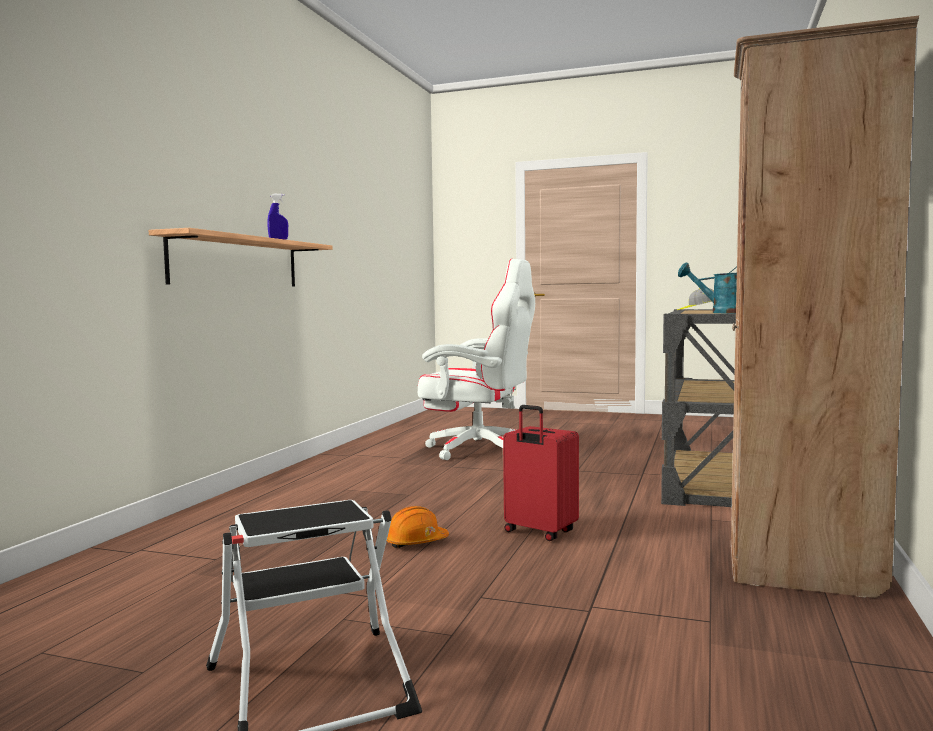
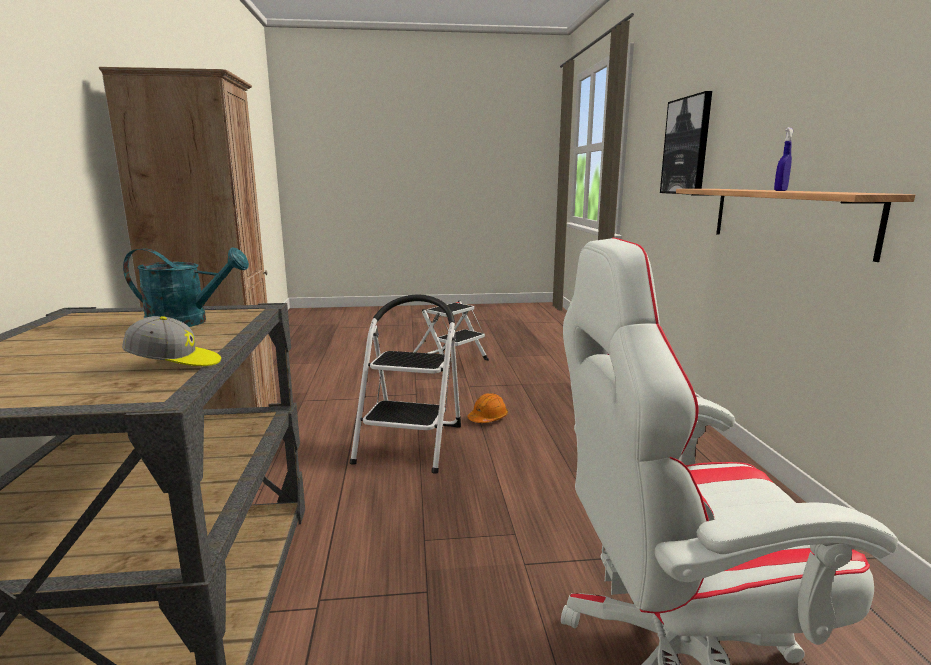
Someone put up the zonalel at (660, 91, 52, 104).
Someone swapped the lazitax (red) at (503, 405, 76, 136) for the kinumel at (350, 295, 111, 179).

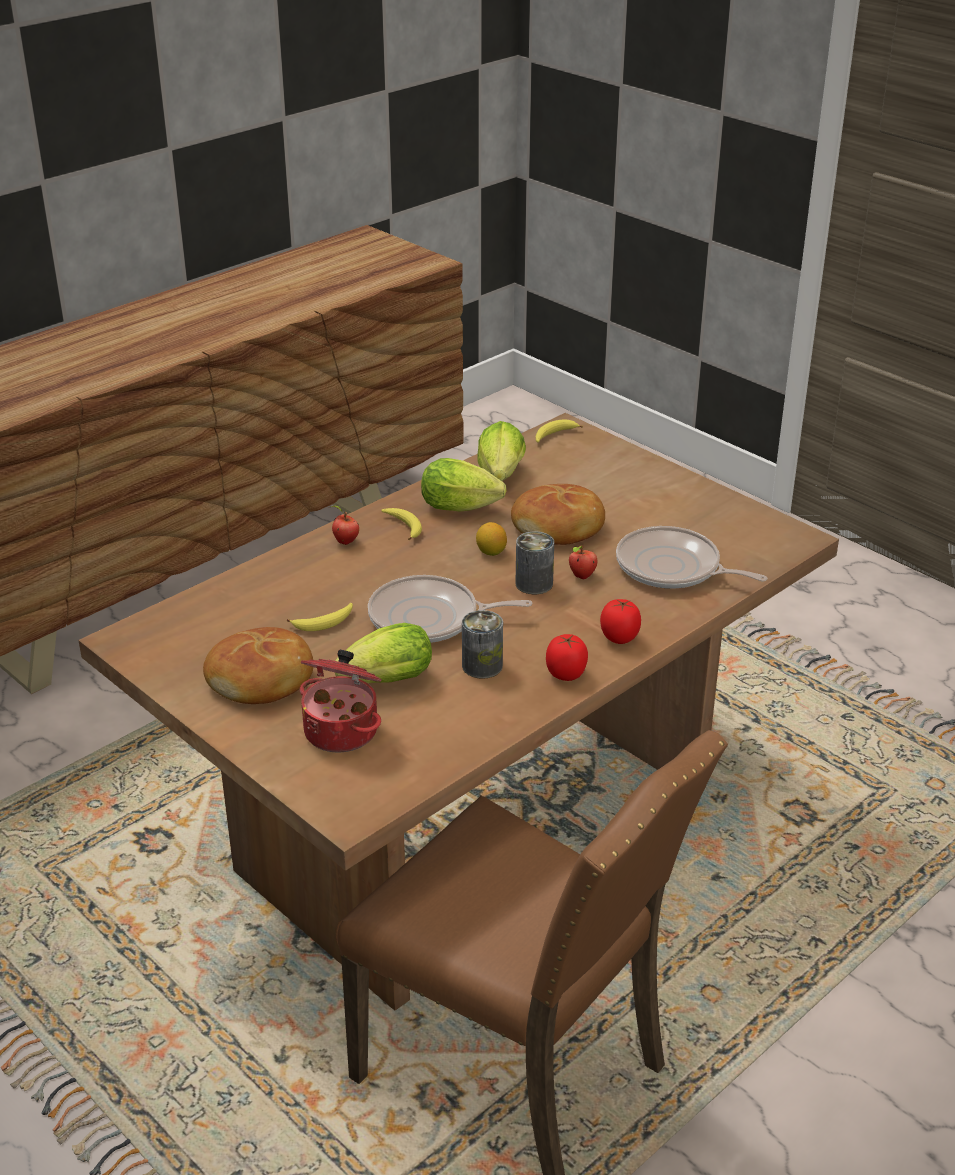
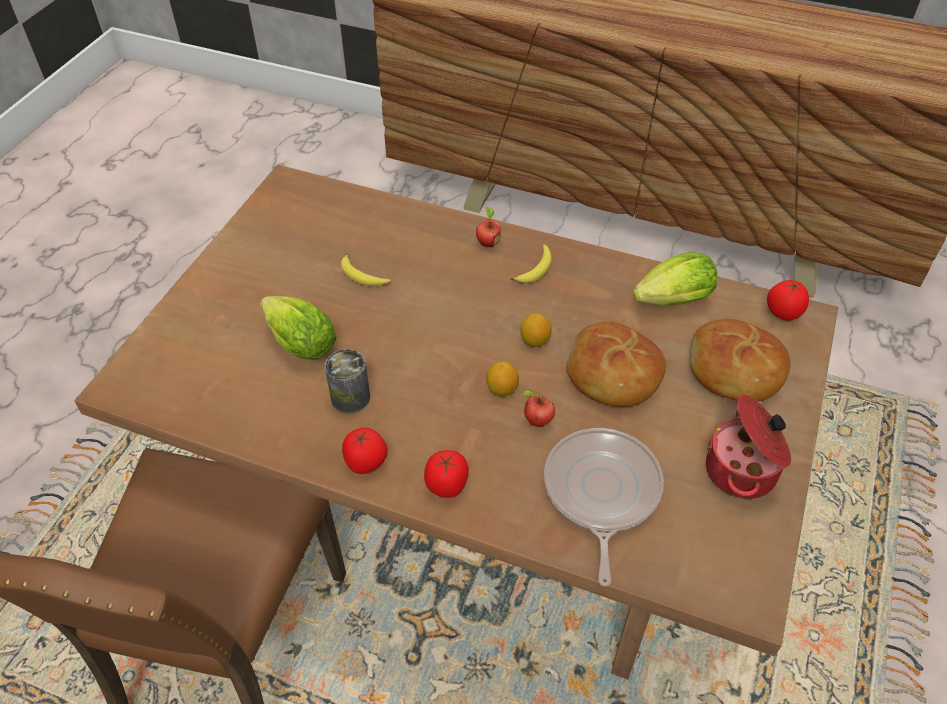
Someone took away the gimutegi at (368, 575, 165, 68).
Someone took away the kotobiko at (421, 458, 86, 54).
Someone carried the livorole from (203, 627, 110, 77) to (690, 319, 100, 82).
Someone carried the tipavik from (300, 650, 82, 102) to (706, 394, 85, 105).
Someone swapped the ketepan at (516, 531, 38, 63) for the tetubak at (486, 361, 33, 35).
Someone swapped the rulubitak at (535, 419, 48, 24) for the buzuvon at (767, 279, 42, 41).

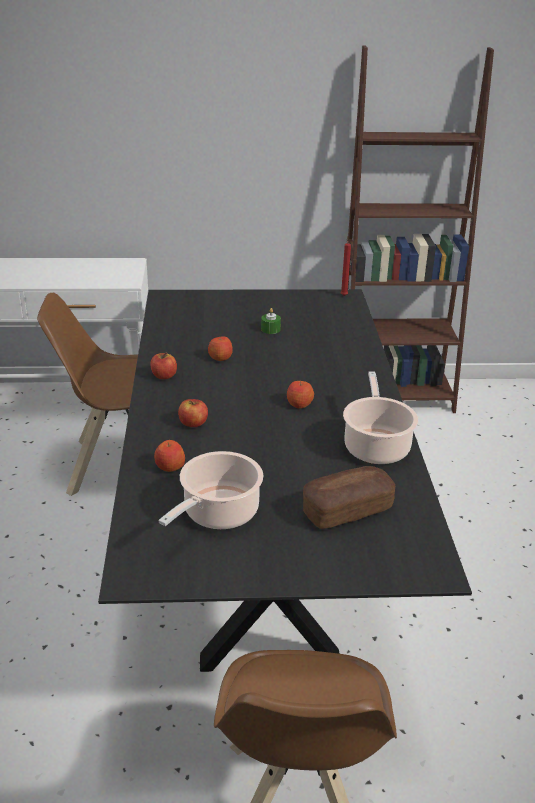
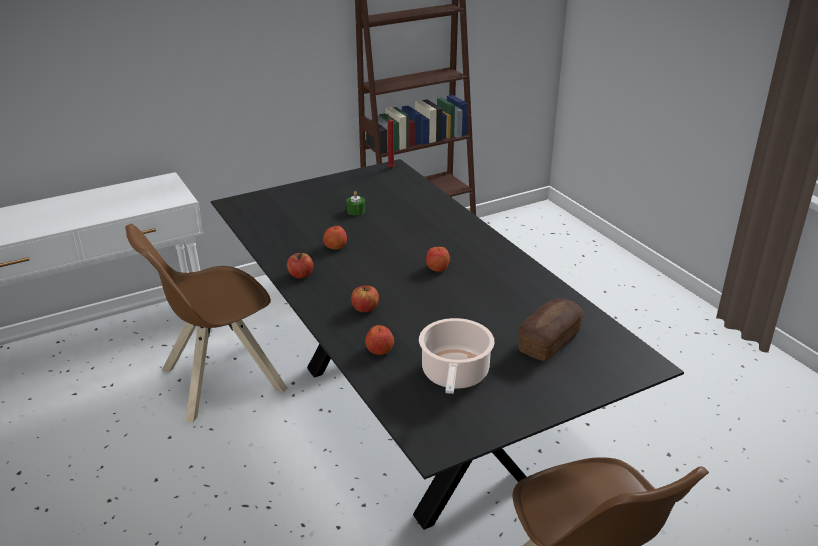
Someone took away the tipavik at (343, 372, 75, 92).

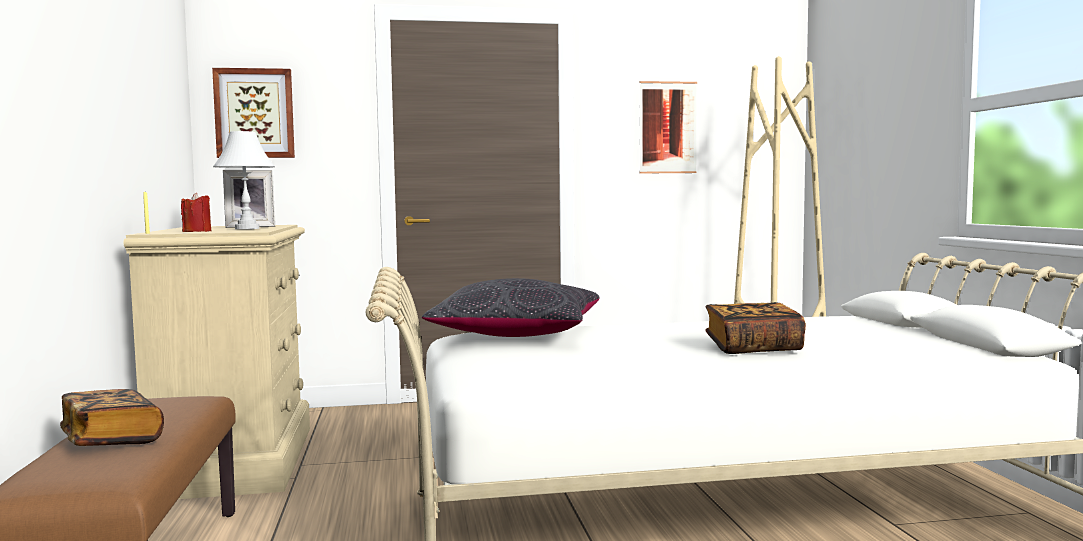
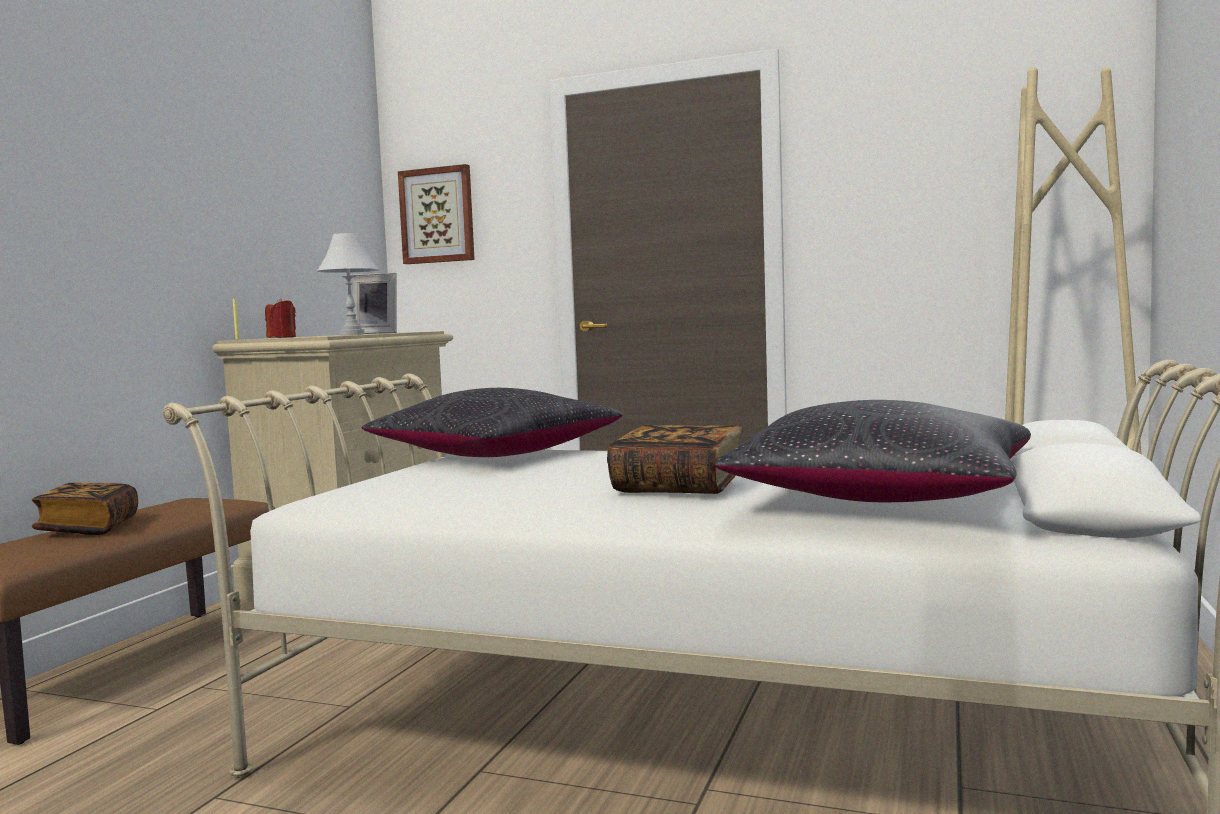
Someone took away the zonalel at (640, 81, 57, 93).
Someone put down the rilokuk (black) at (714, 400, 317, 102).

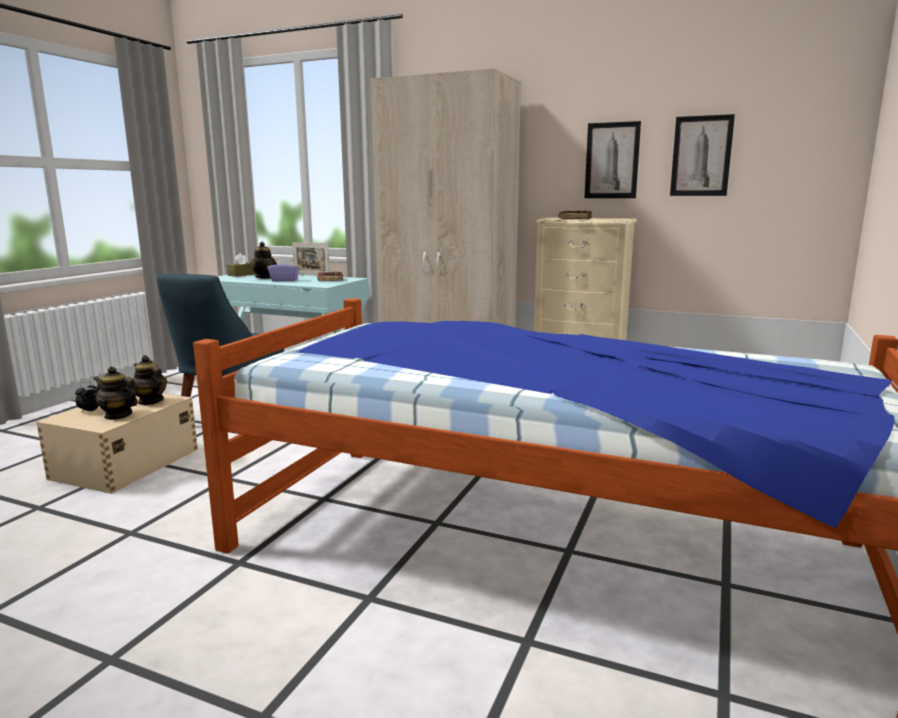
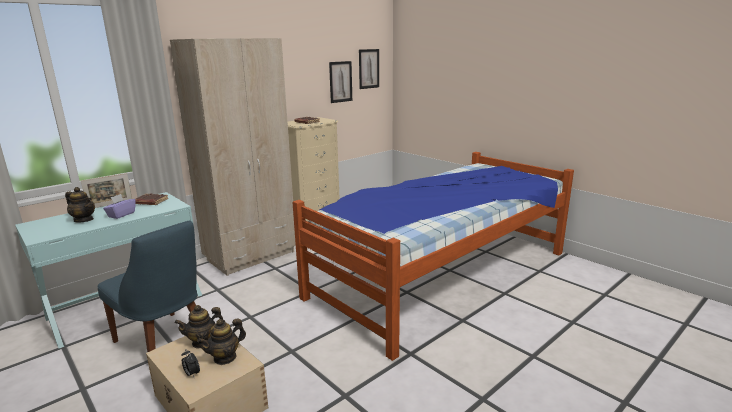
Someone took away the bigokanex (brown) at (227, 253, 30, 24).
Someone carried the zonalel from (585, 121, 56, 77) to (359, 49, 20, 40).

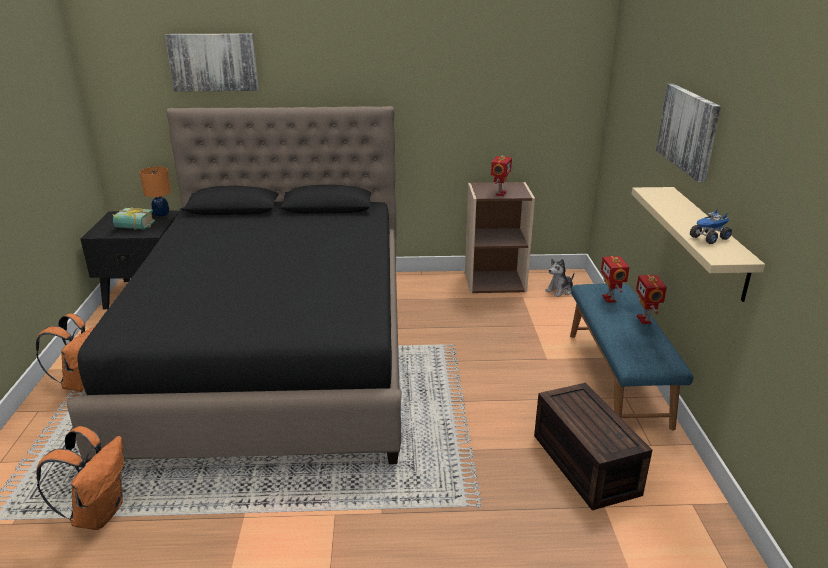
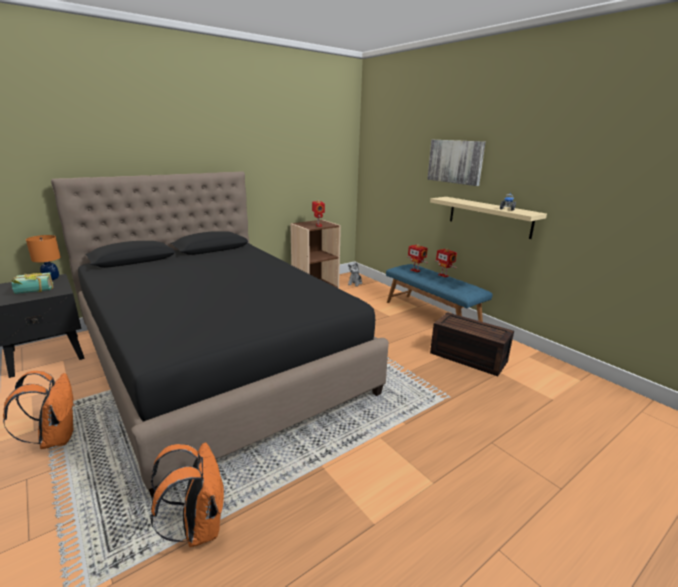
Someone took away the zonalel at (165, 33, 94, 59).

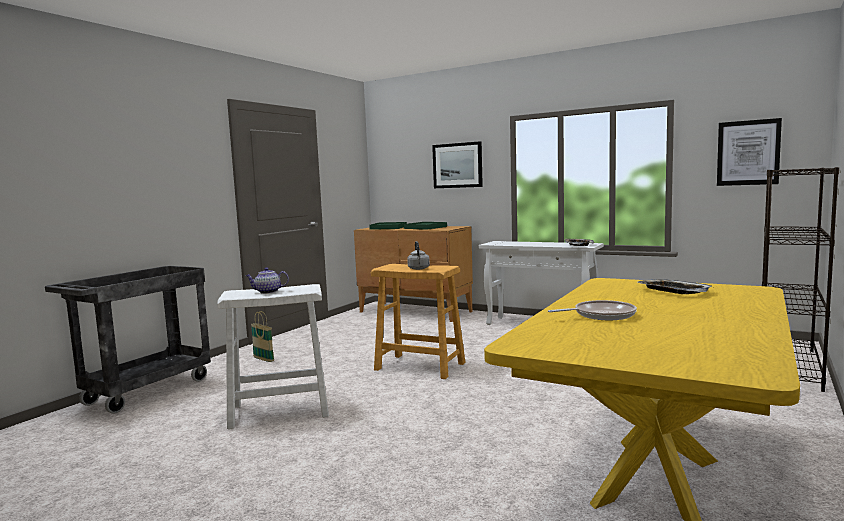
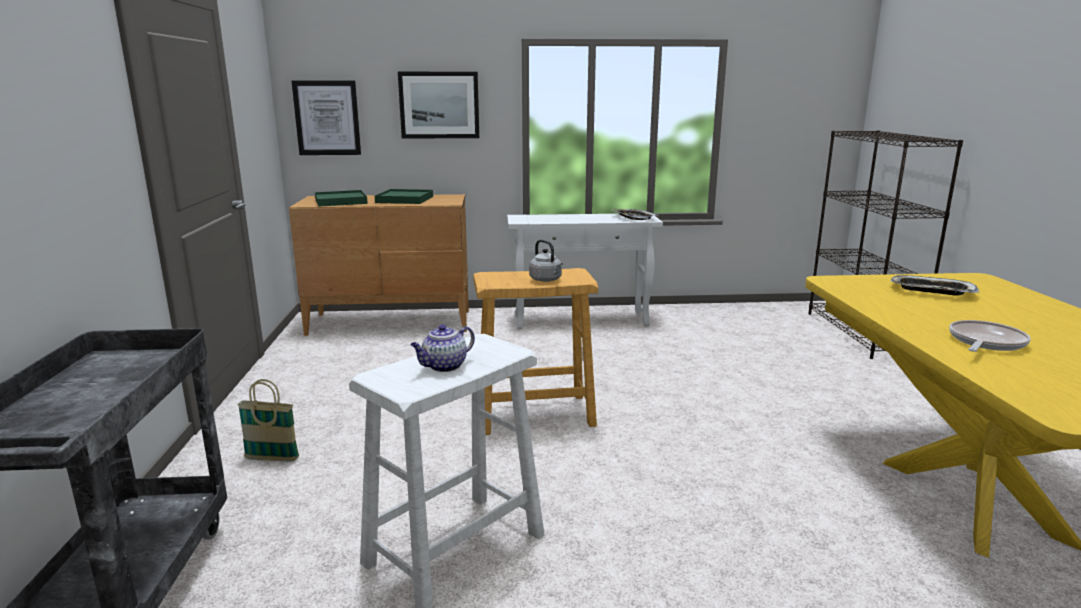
Someone carried the zonalel from (717, 118, 65, 68) to (292, 81, 69, 74).

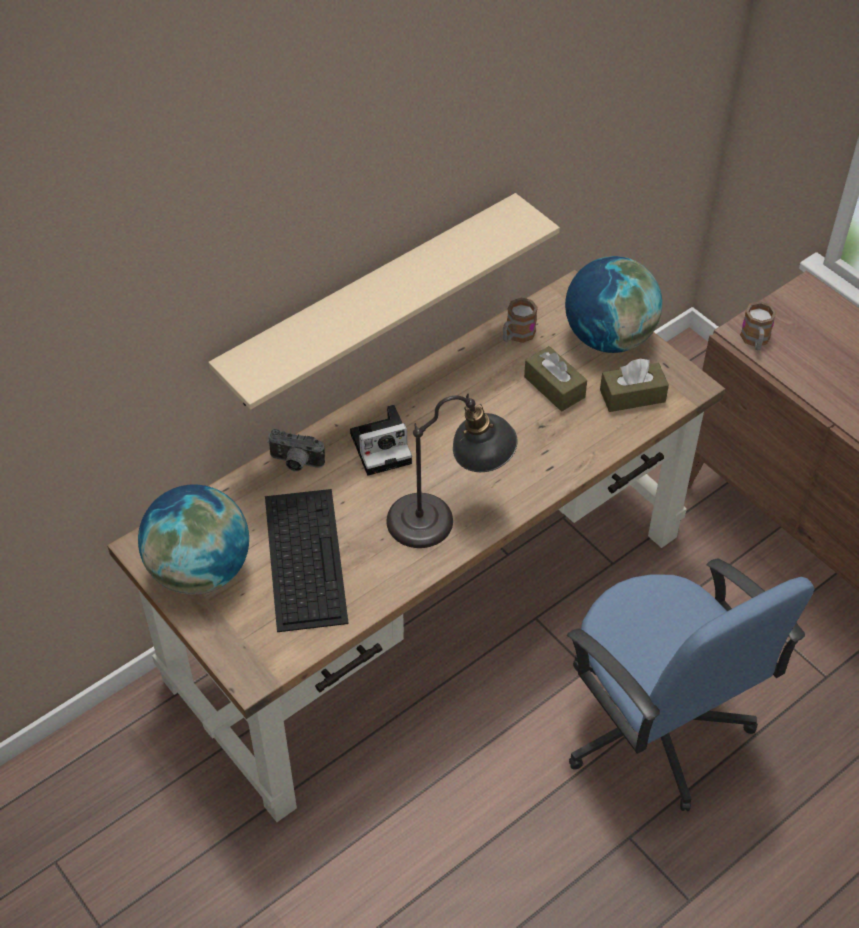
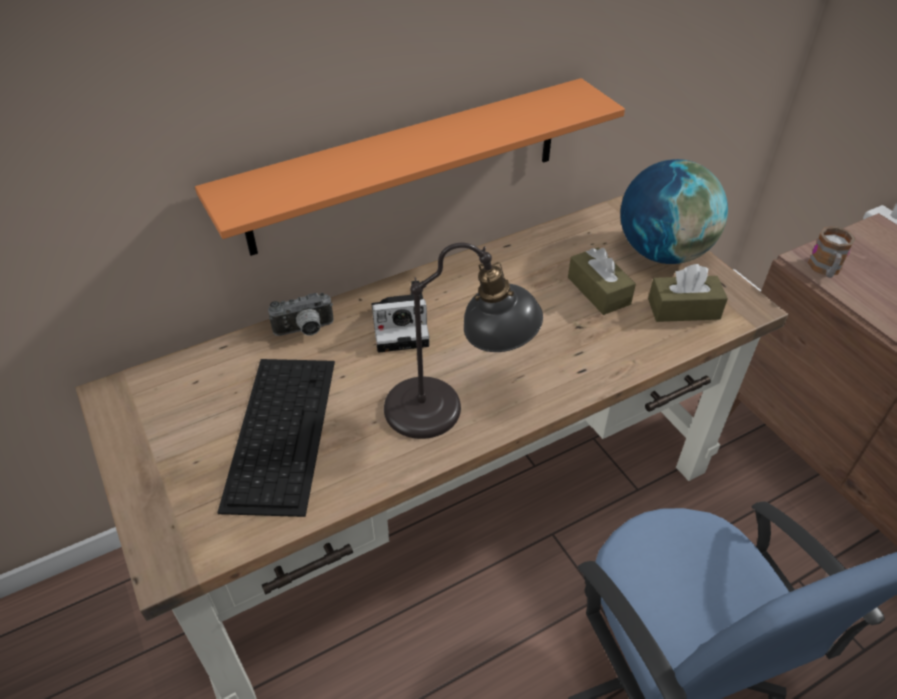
Someone took away the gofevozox at (138, 484, 111, 111).
Someone took away the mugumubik at (503, 298, 35, 45).
Someone repainted the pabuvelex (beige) at (208, 193, 352, 216), which became the pabuvelex (orange) at (195, 78, 430, 178).
Someone rotated the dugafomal at (267, 429, 58, 43) by 45 degrees counterclockwise.

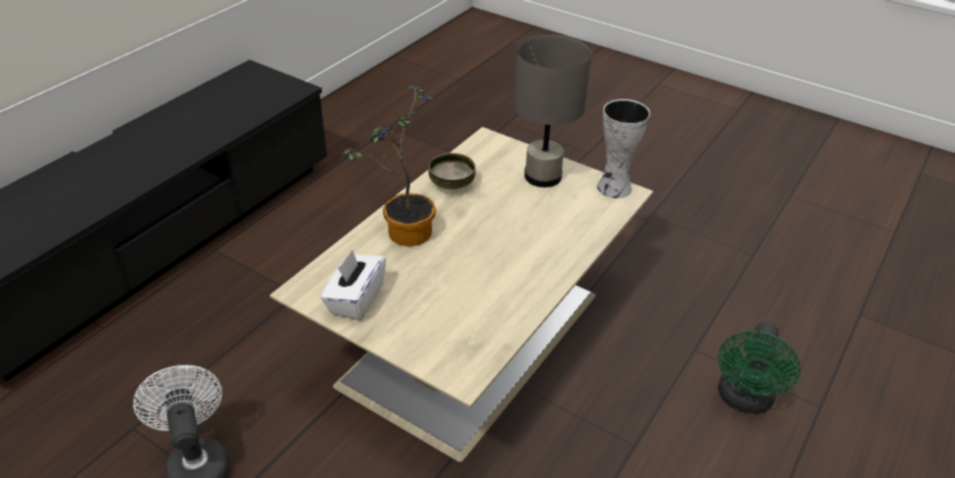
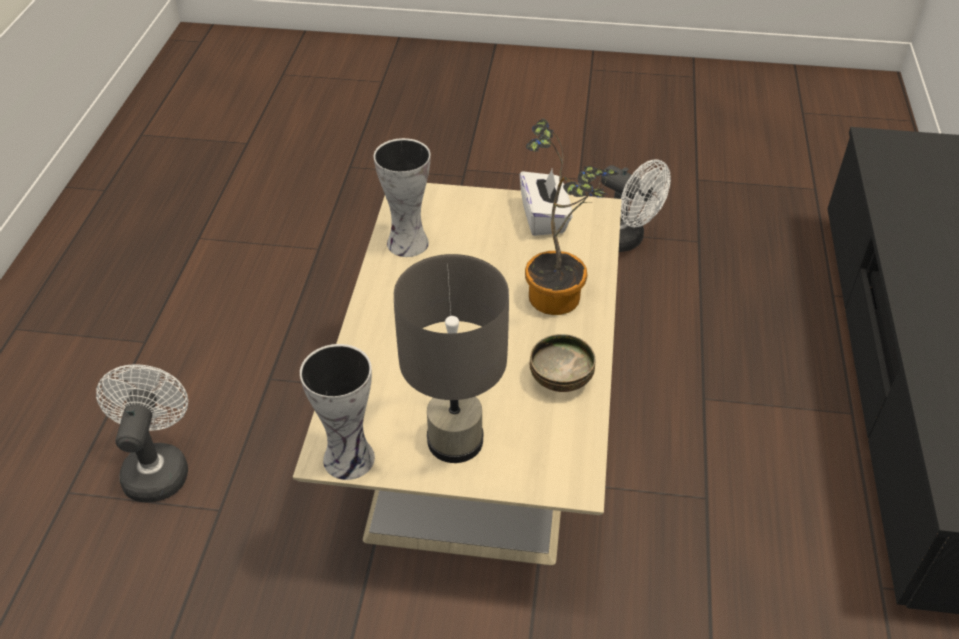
Someone put down the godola at (374, 138, 57, 119).
Someone repainted the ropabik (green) at (718, 321, 83, 93), which became the ropabik (white) at (96, 364, 92, 139).

